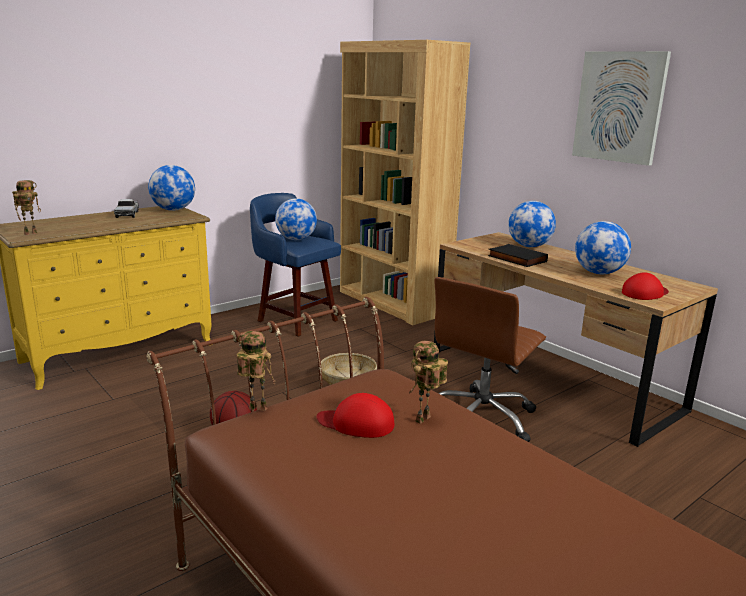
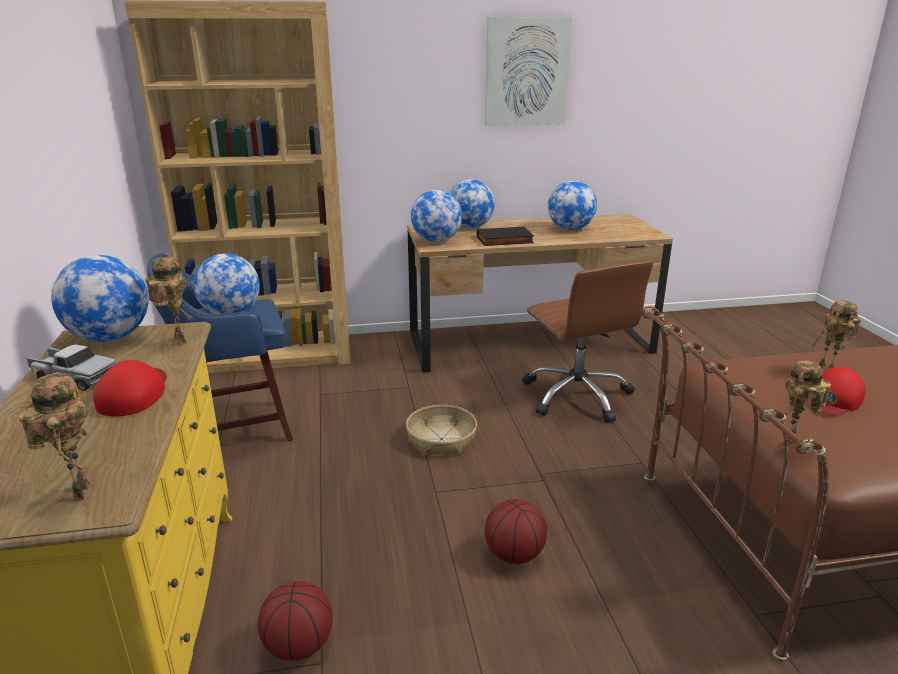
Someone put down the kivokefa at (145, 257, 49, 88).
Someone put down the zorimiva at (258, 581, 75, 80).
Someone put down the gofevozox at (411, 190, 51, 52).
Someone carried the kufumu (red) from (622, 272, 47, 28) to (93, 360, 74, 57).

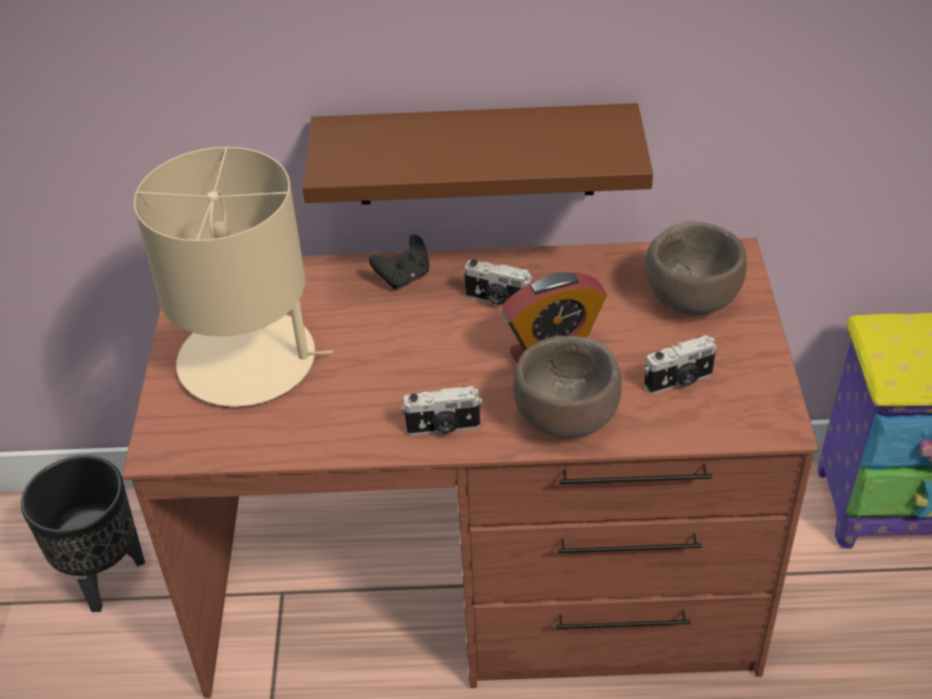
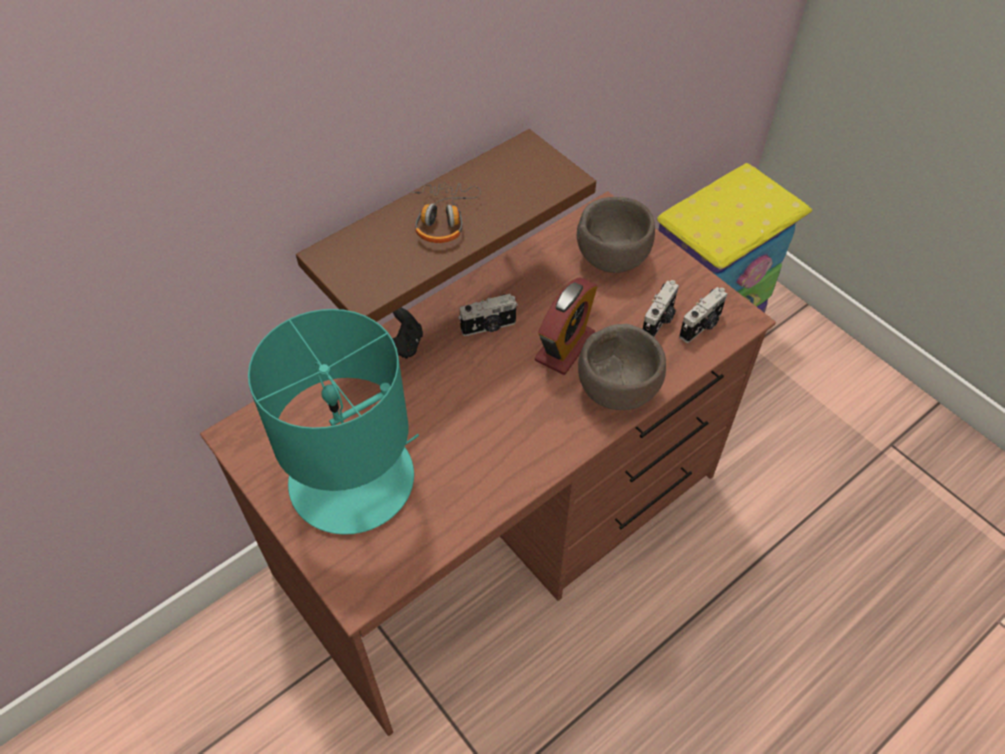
Someone took away the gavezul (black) at (21, 455, 124, 157).
Someone put down the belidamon at (412, 183, 69, 60).
Someone carried the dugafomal from (401, 386, 82, 49) to (679, 287, 48, 56).
Someone repainted the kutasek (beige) at (134, 147, 200, 260), which became the kutasek (turquoise) at (248, 309, 171, 225).

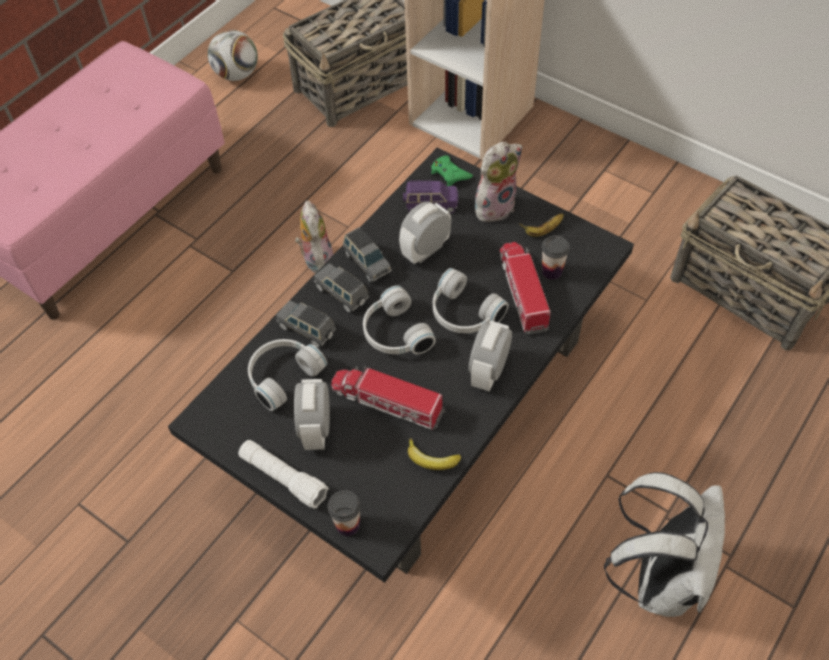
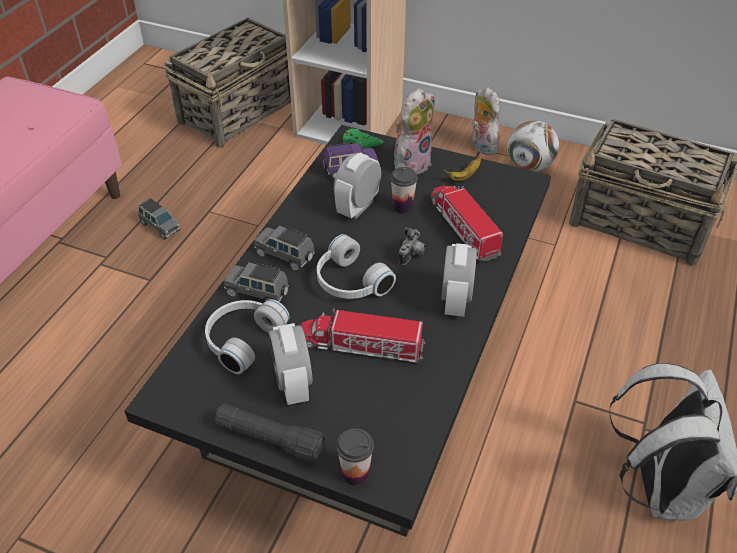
Someone took away the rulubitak at (408, 438, 53, 32).
Someone carried the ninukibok from (208, 30, 50, 51) to (507, 120, 52, 52).
Someone carried the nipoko from (295, 200, 38, 73) to (472, 87, 28, 68).
Someone carried the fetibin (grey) from (343, 227, 48, 56) to (138, 198, 42, 42).
Someone carried the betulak from (542, 235, 28, 45) to (390, 167, 28, 47).
Someone swapped the belidamon (white) at (433, 268, 76, 65) for the dugafomal at (399, 227, 27, 38).
Someone repainted the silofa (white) at (238, 440, 91, 69), which became the silofa (black) at (215, 404, 111, 58).

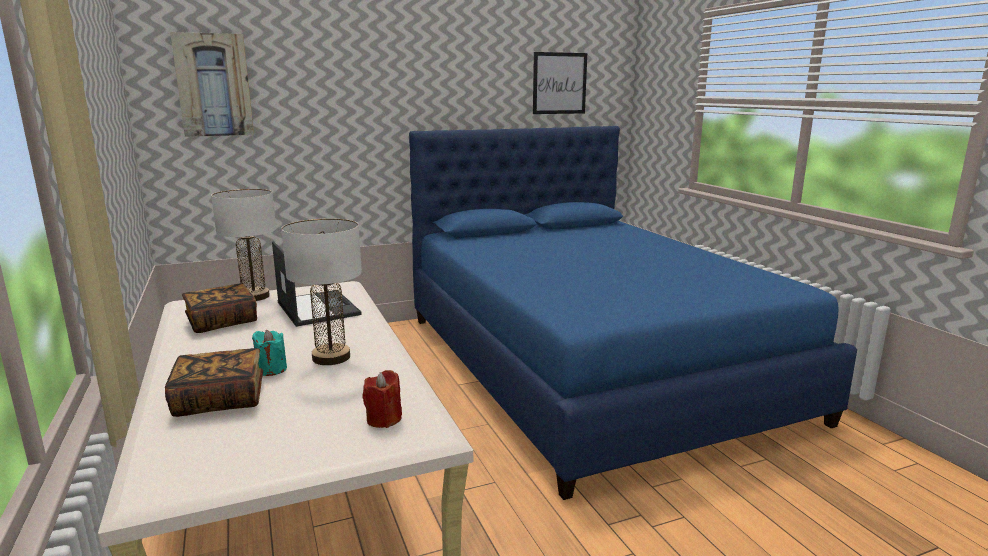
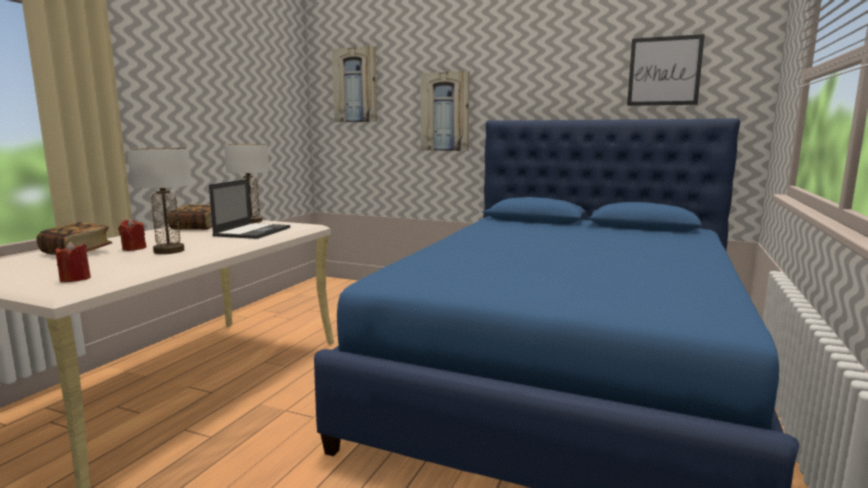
Someone put up the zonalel at (420, 71, 50, 80).
Someone repainted the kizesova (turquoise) at (252, 330, 35, 46), which became the kizesova (red) at (118, 219, 29, 32).

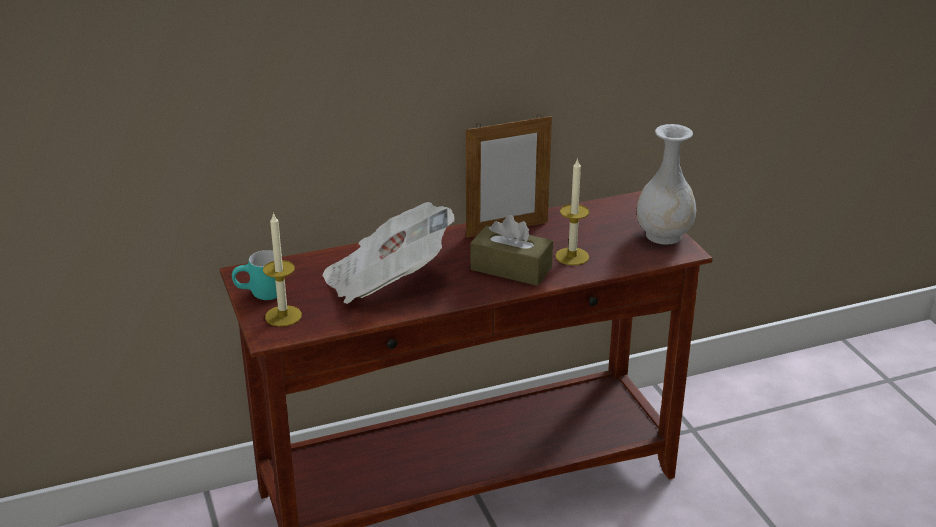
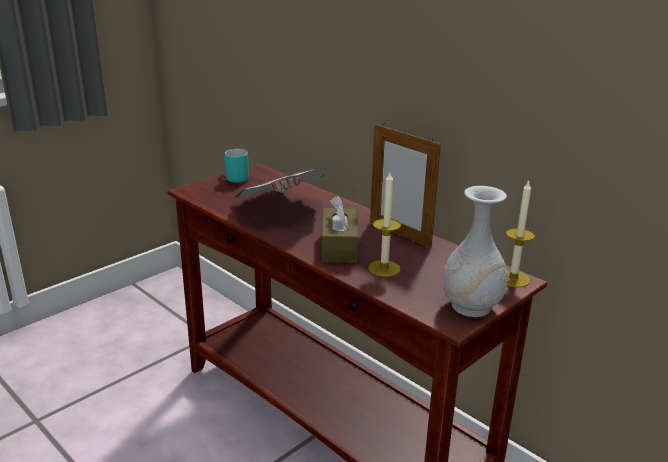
Someone carried the kizesova from (263, 212, 39, 115) to (506, 180, 29, 108).

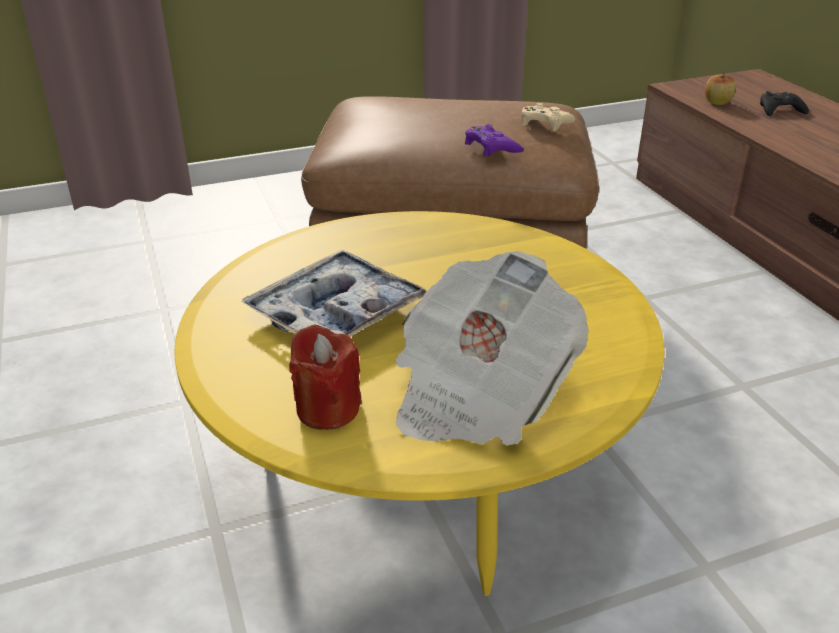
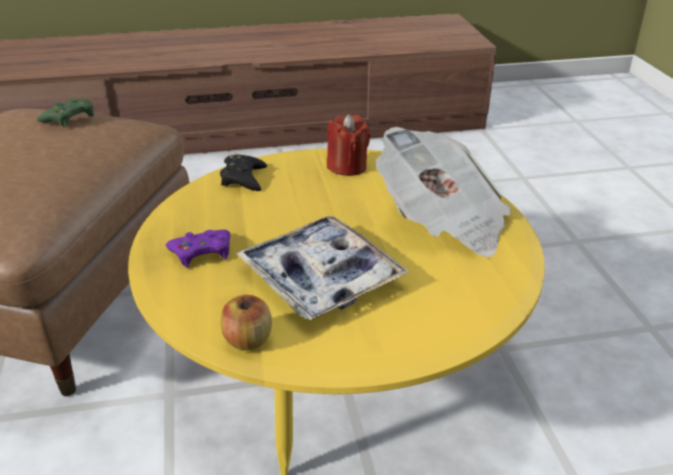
Someone carried the kizesova (red) from (289, 324, 72, 106) to (327, 114, 43, 62).
Someone carried the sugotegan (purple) from (465, 124, 59, 32) to (166, 230, 64, 38).
Someone carried the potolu from (705, 72, 31, 33) to (220, 295, 52, 56).
Someone carried the sugotegan (black) from (760, 91, 49, 25) to (220, 154, 47, 37).
Someone repainted the sugotegan (beige) at (522, 103, 54, 28), which became the sugotegan (green) at (37, 98, 57, 29).

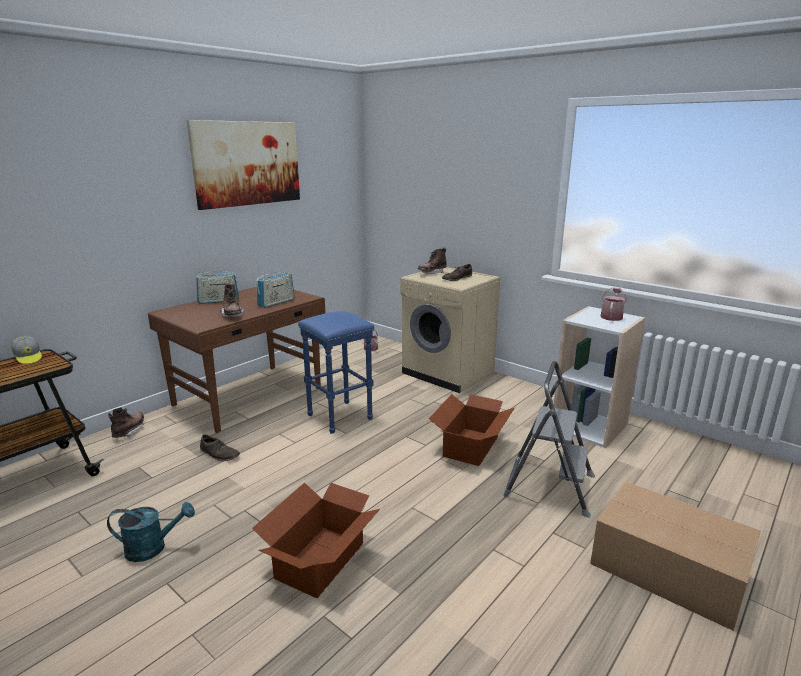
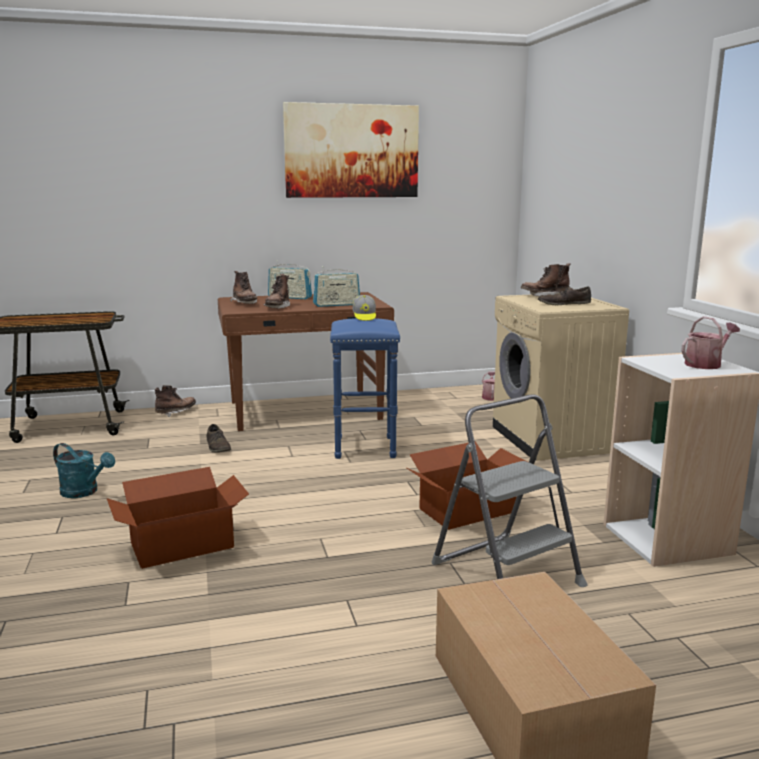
Someone put down the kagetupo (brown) at (230, 271, 27, 33).
Someone carried the kufumu from (11, 336, 31, 28) to (353, 295, 23, 26).

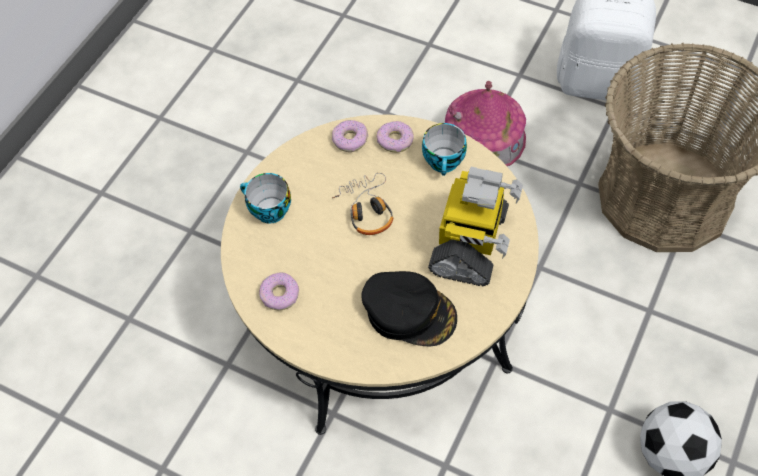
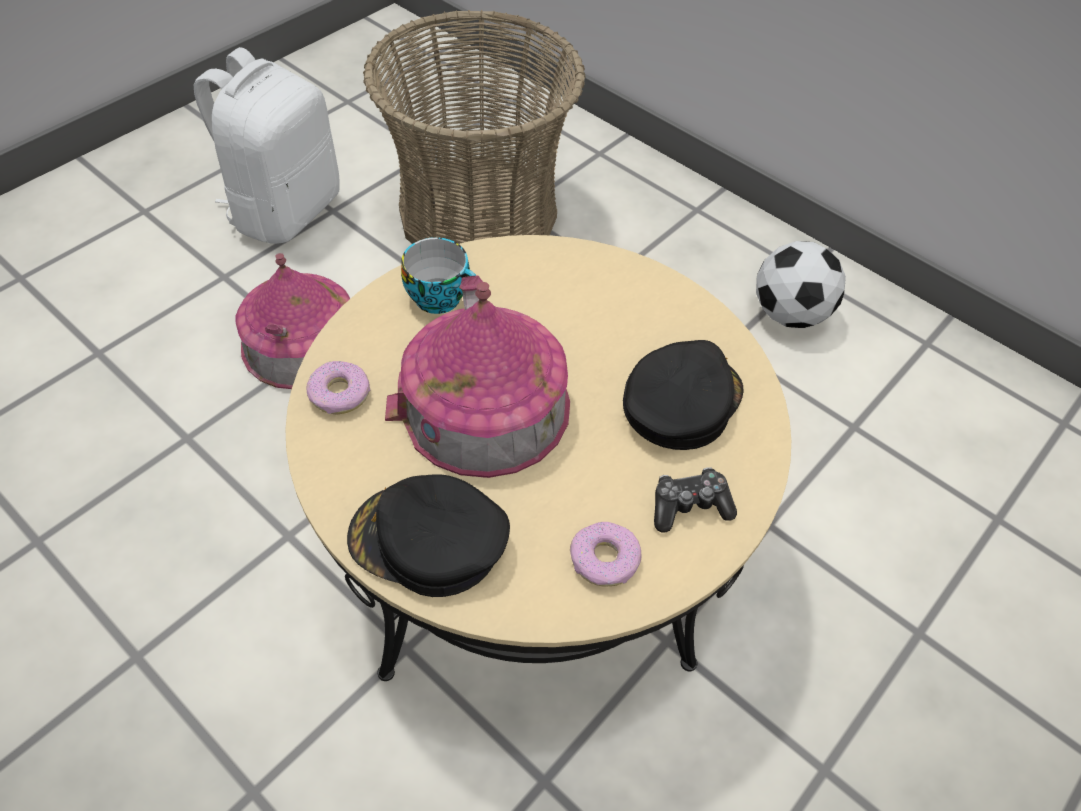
Someone took away the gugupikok at (377, 121, 37, 32).
Someone took away the kivokefa at (428, 167, 95, 119).
Someone put down the sugotegan at (654, 467, 83, 65).
Someone swapped the betulak at (240, 173, 51, 50) for the kufumu (black) at (347, 474, 163, 123).
Someone swapped the belidamon at (332, 173, 61, 62) for the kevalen at (385, 275, 185, 203).

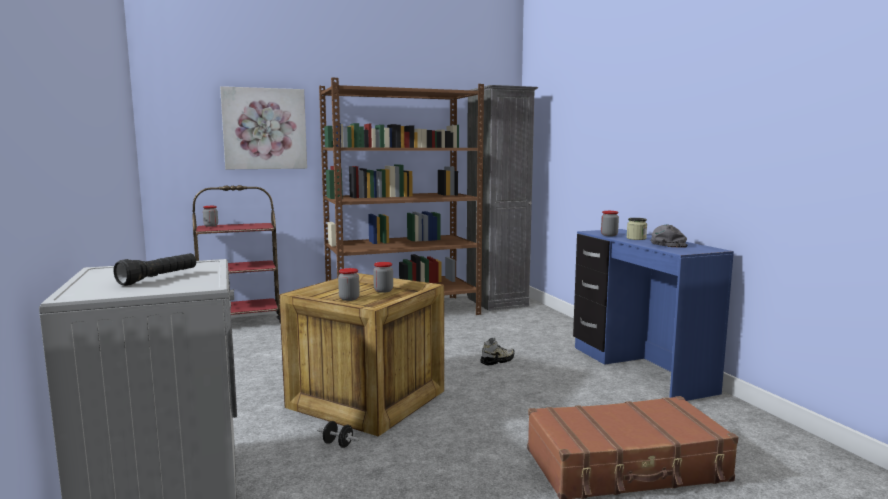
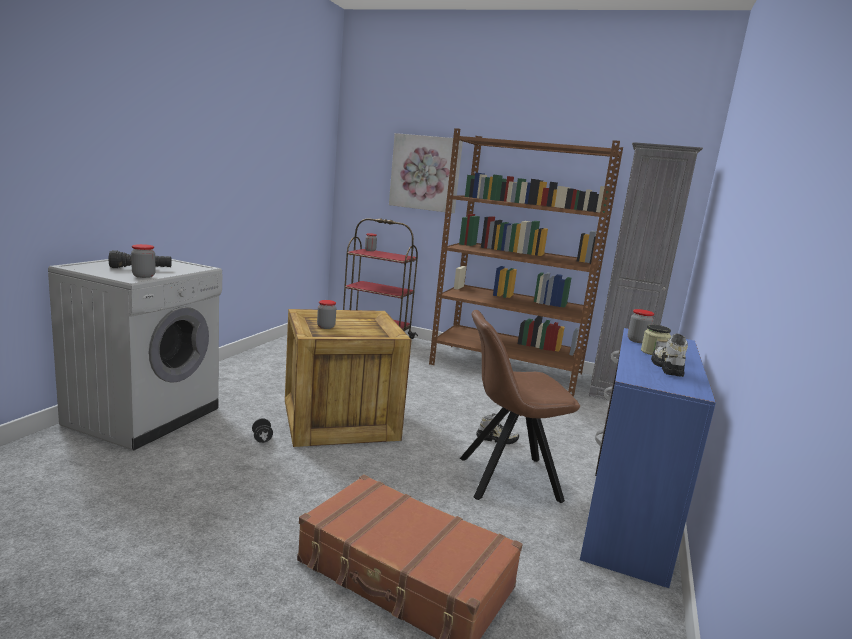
Someone put down the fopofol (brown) at (460, 310, 120, 193).
Someone carried the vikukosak from (373, 262, 20, 31) to (131, 244, 25, 34).
Someone swapped the kufumu (grey) at (651, 225, 37, 23) for the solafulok at (651, 333, 37, 44).

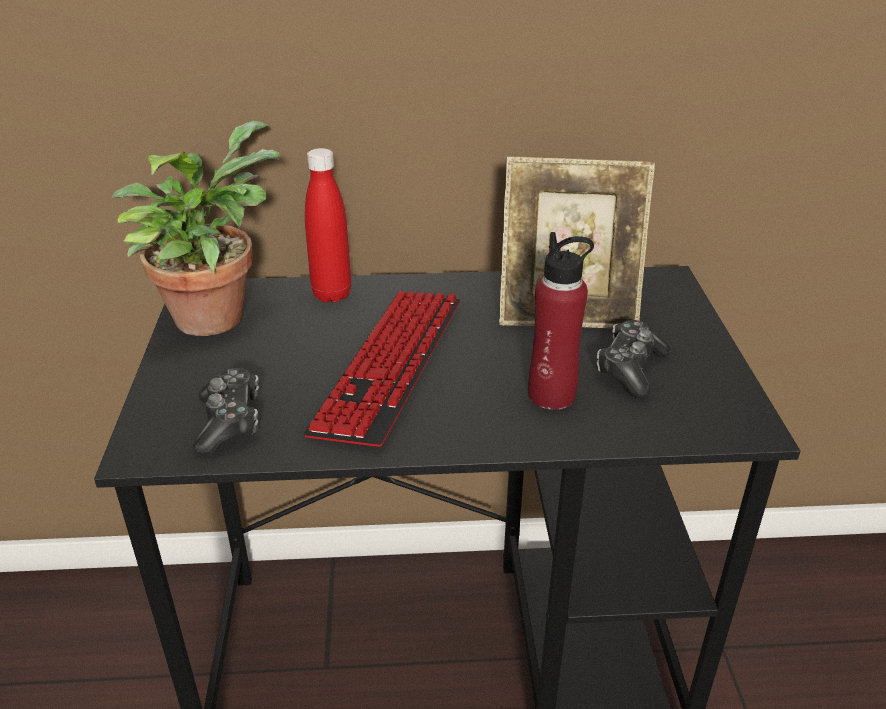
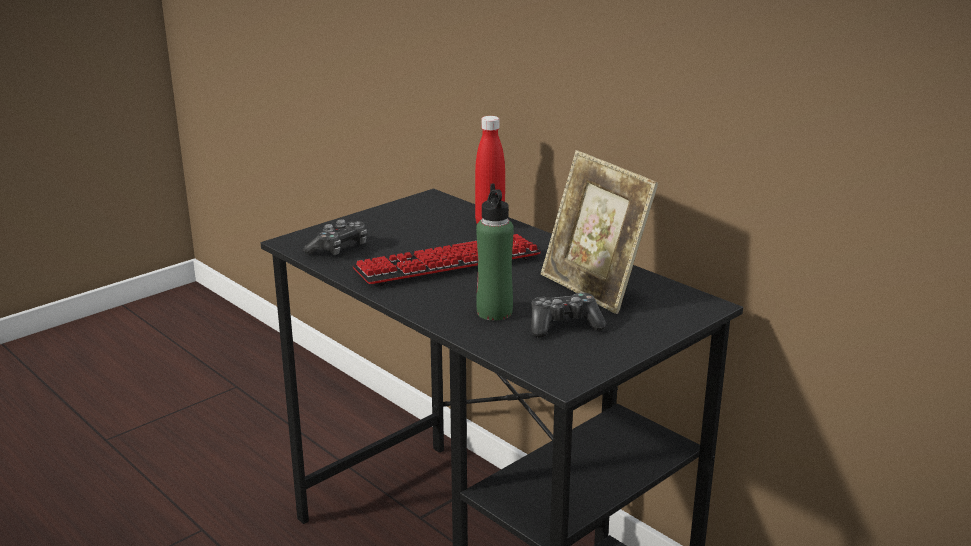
Someone took away the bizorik at (112, 121, 167, 215).
Someone repainted the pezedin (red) at (528, 232, 66, 178), which became the pezedin (green) at (476, 183, 38, 137).

